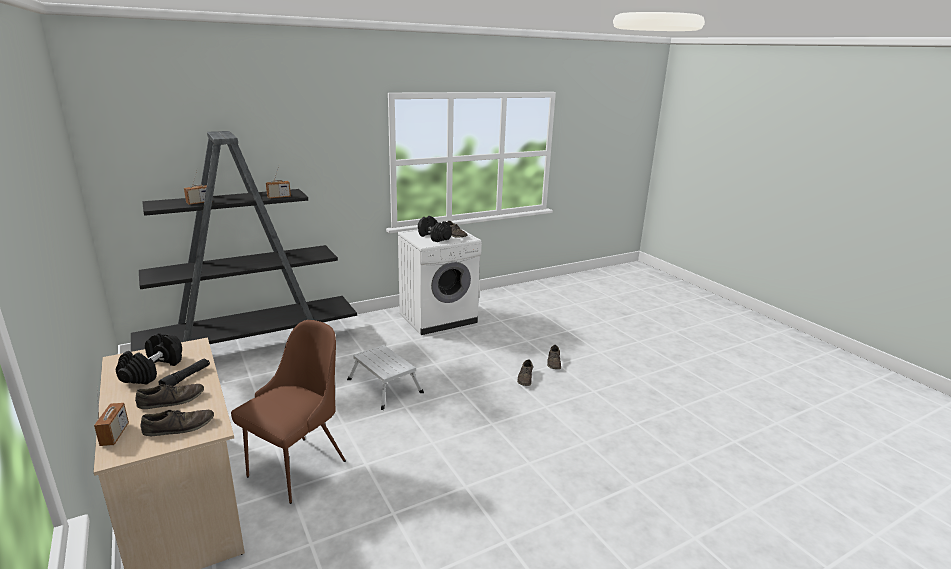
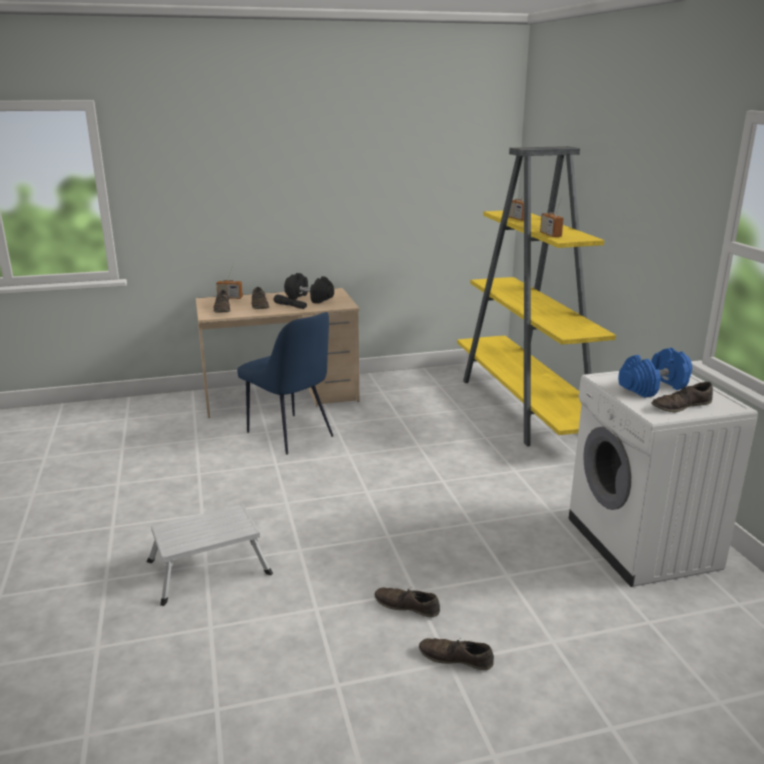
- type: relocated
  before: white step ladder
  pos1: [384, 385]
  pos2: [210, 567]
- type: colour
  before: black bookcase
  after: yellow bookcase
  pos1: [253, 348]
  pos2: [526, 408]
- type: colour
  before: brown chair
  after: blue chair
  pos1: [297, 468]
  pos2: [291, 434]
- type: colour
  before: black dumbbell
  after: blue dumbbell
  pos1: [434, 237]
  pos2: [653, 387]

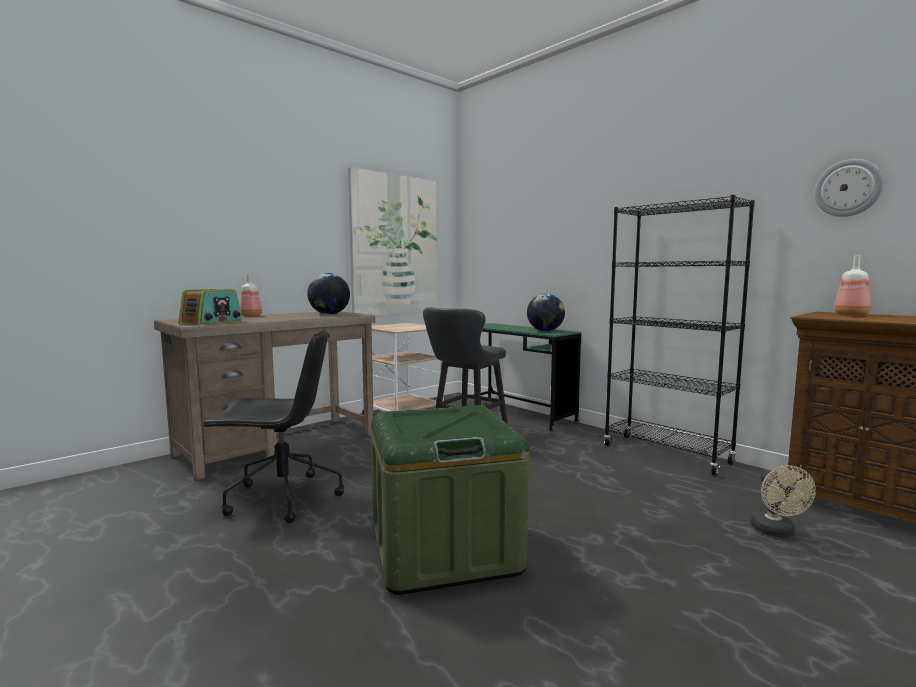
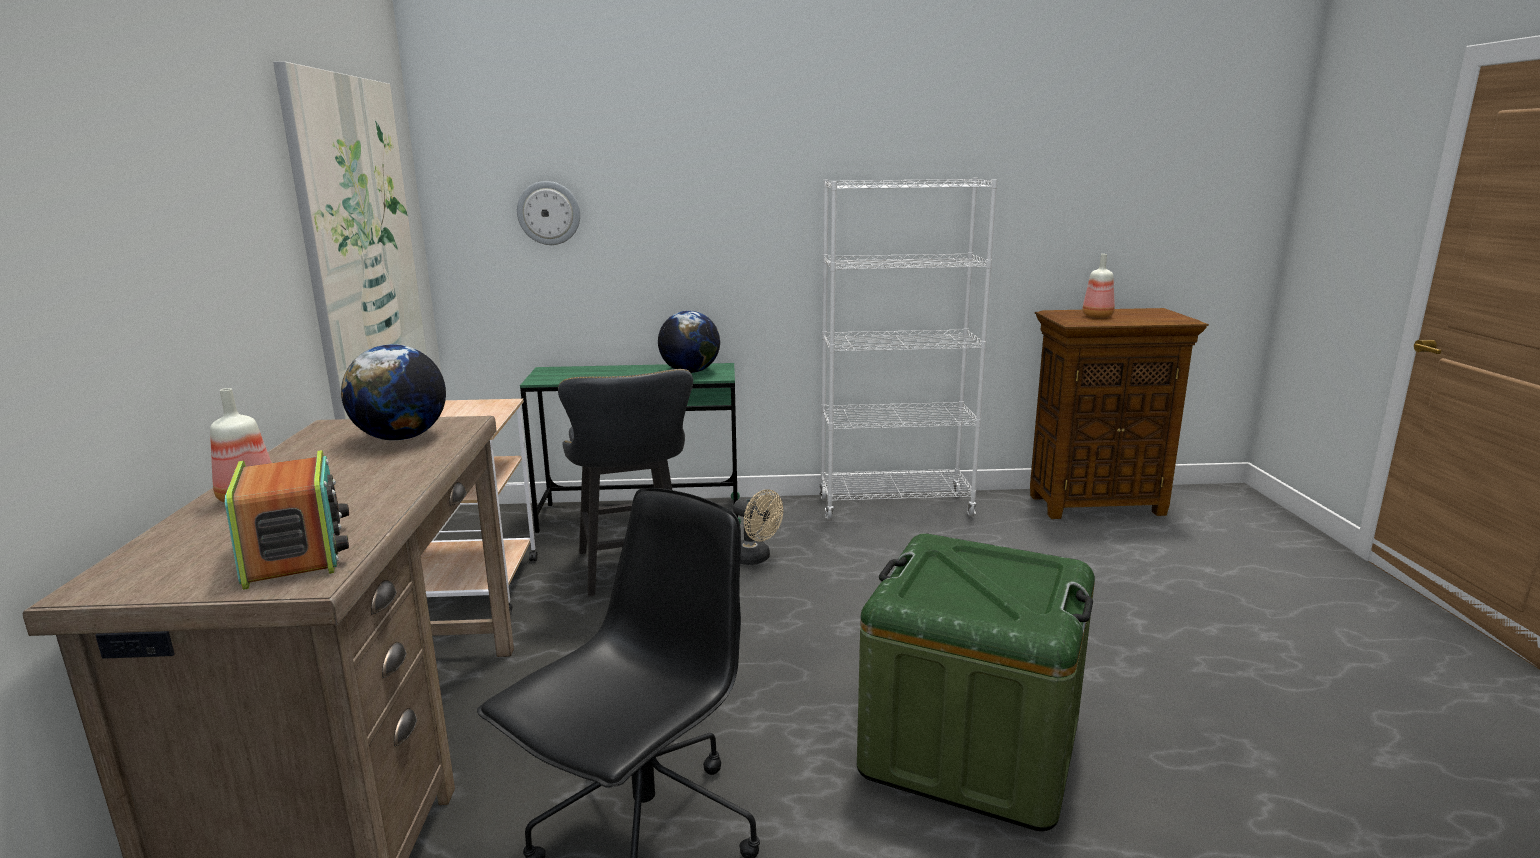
- type: relocated
  before: beige fan
  pos1: [776, 532]
  pos2: [755, 559]
- type: relocated
  before: wall clock
  pos1: [848, 188]
  pos2: [549, 213]
- type: colour
  before: black bookcase
  after: white bookcase
  pos1: [666, 454]
  pos2: [895, 507]

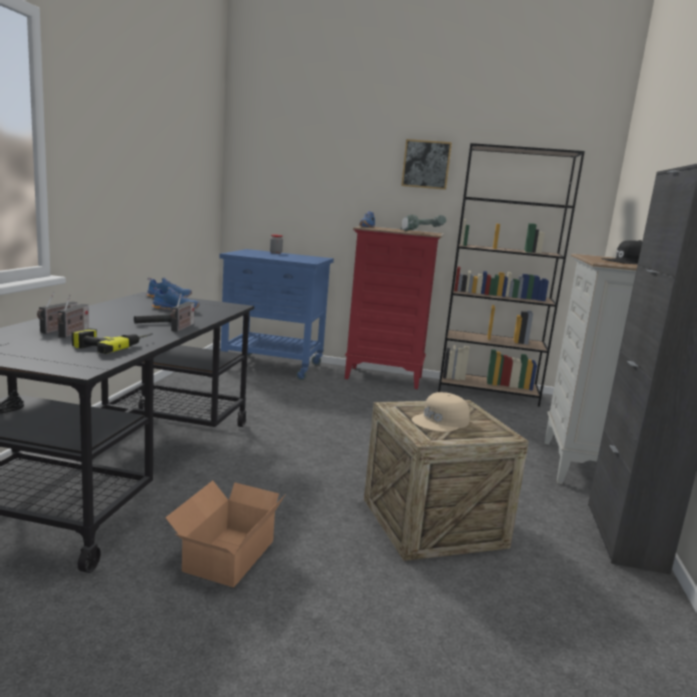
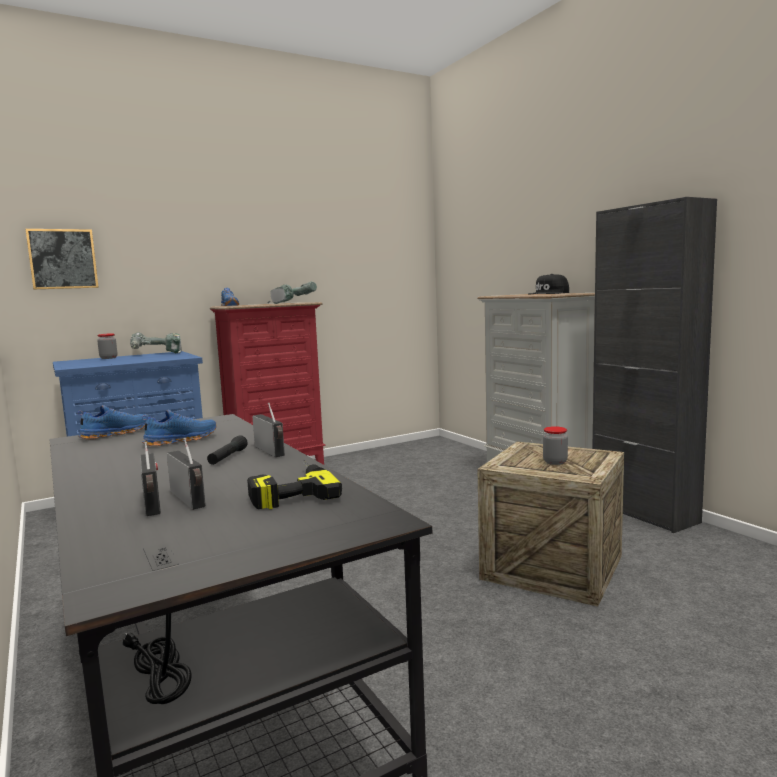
- type: missing
  before: cardboard box
  pos1: [225, 556]
- type: missing
  before: beige bookcase
  pos1: [488, 392]
- type: appeared
  after: power drill
  pos2: [156, 354]
- type: relocated
  before: picture
  pos1: [426, 164]
  pos2: [62, 259]
- type: exchanged
  before: beige cap
  after: jar
  pos1: [441, 421]
  pos2: [555, 462]

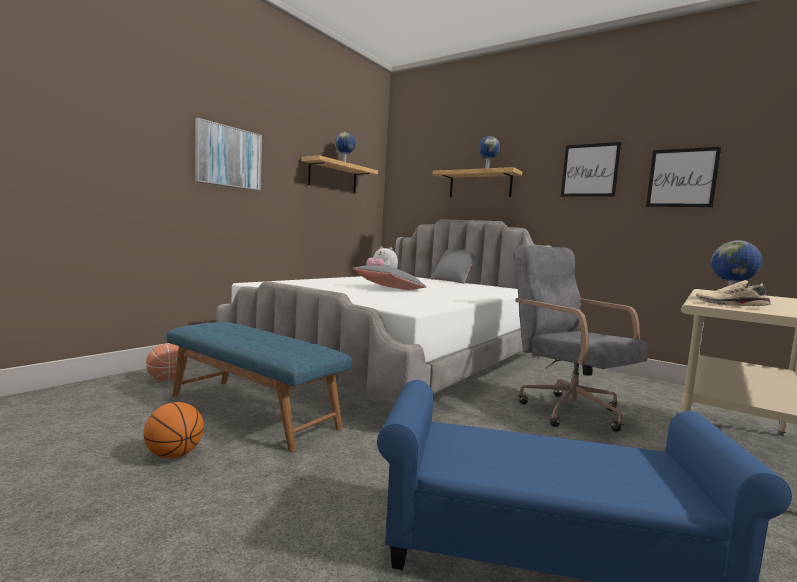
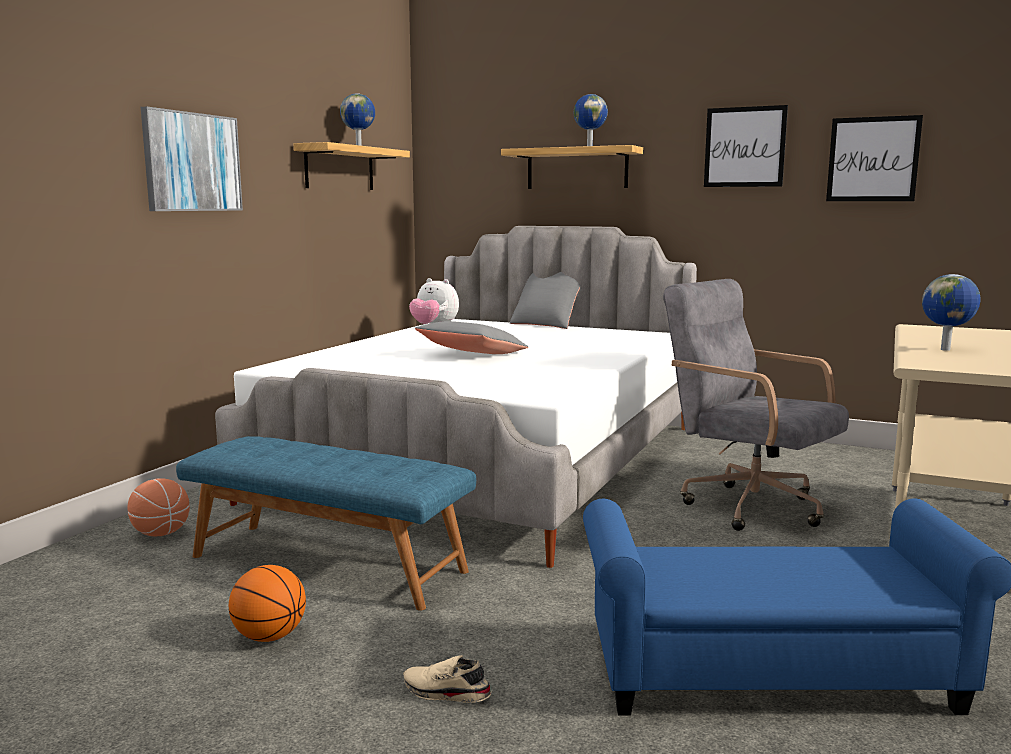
- type: relocated
  before: beige shoe
  pos1: [731, 306]
  pos2: [445, 693]

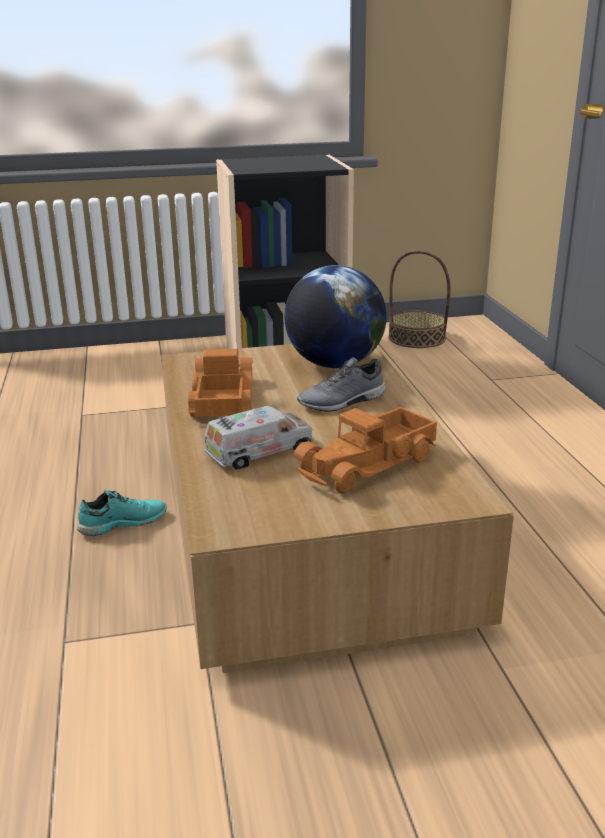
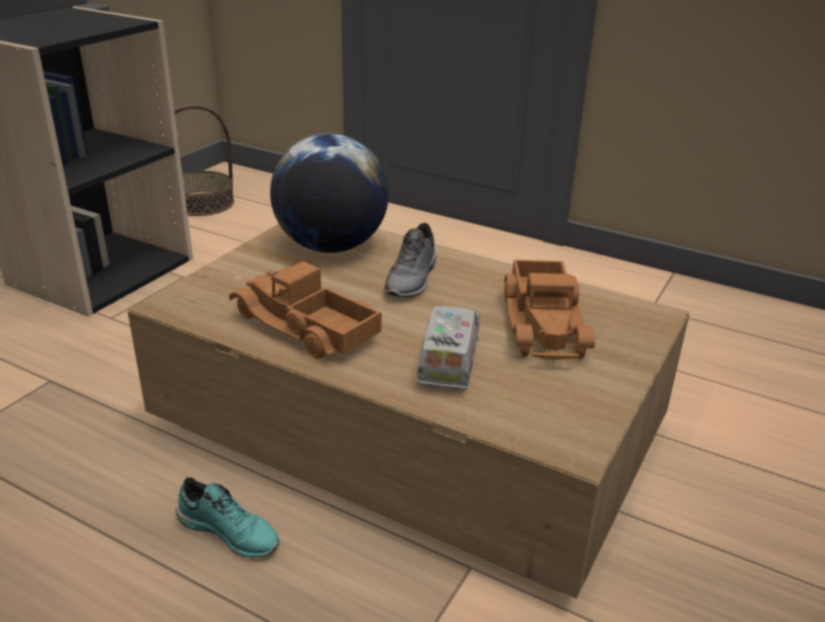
- type: spun
  before: turquoise shoe
  pos1: [122, 523]
  pos2: [230, 531]
  turn: 105

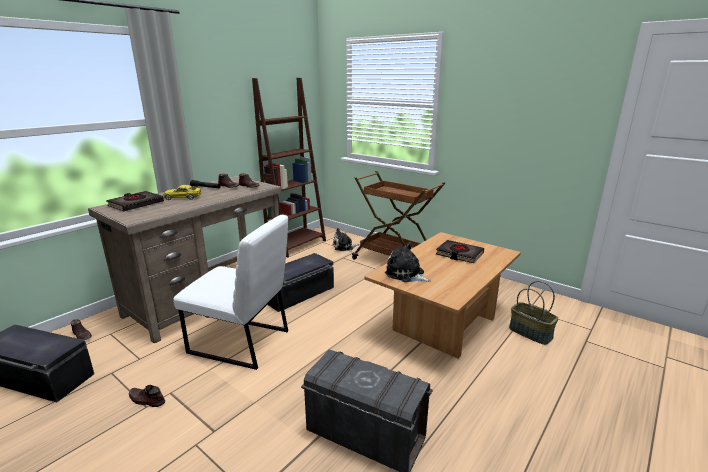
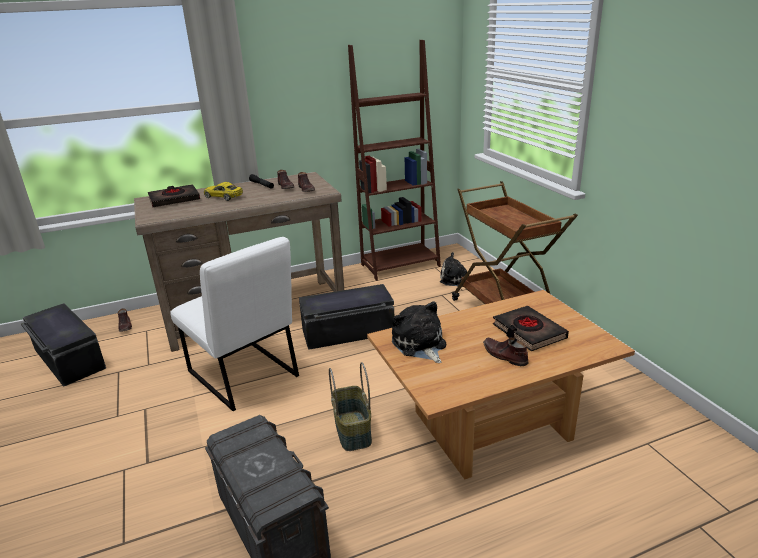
- type: relocated
  before: brown shoe
  pos1: [146, 400]
  pos2: [504, 355]
- type: relocated
  before: basket
  pos1: [531, 333]
  pos2: [353, 431]

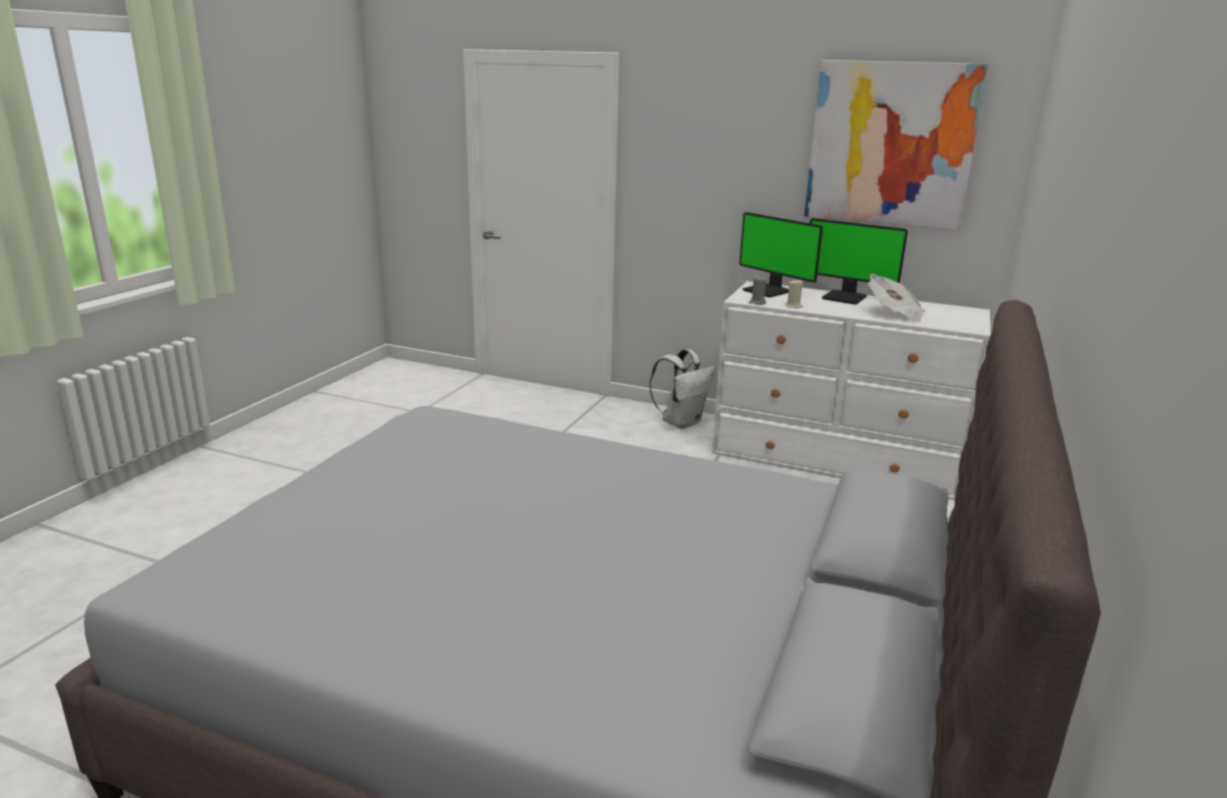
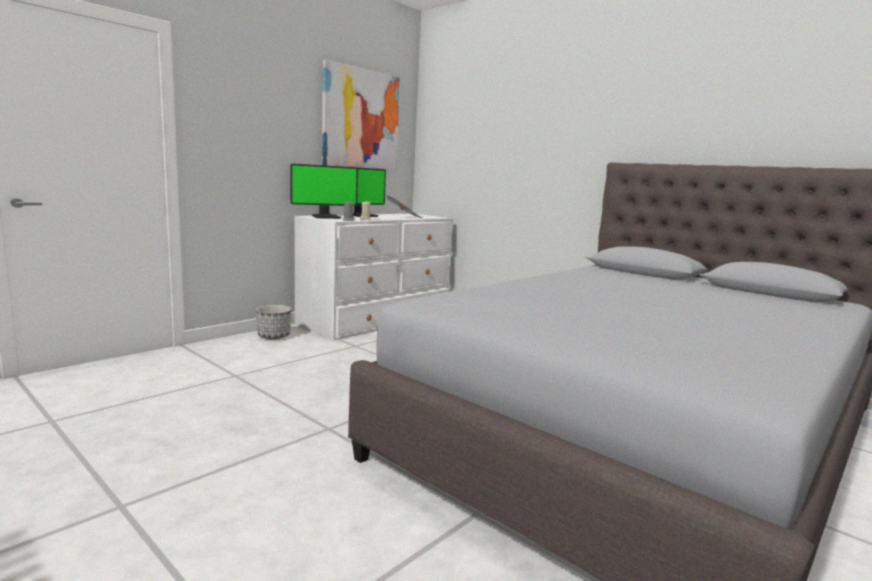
- type: exchanged
  before: white backpack
  after: planter
  pos1: [681, 422]
  pos2: [273, 336]

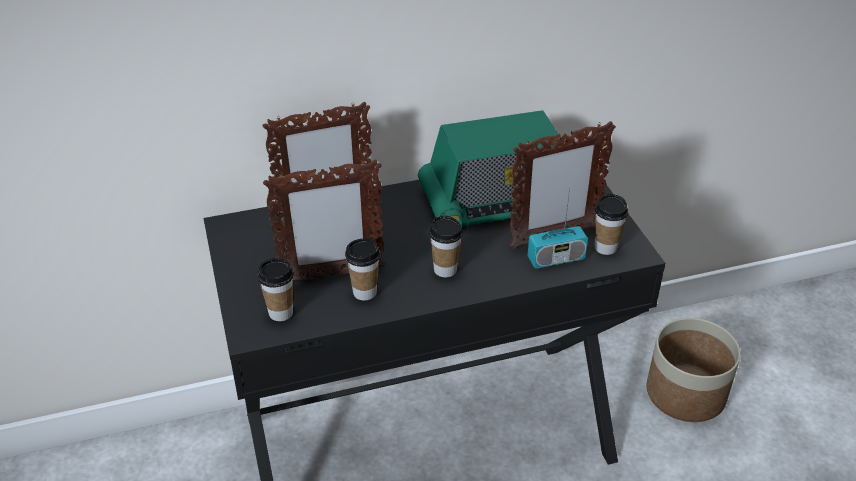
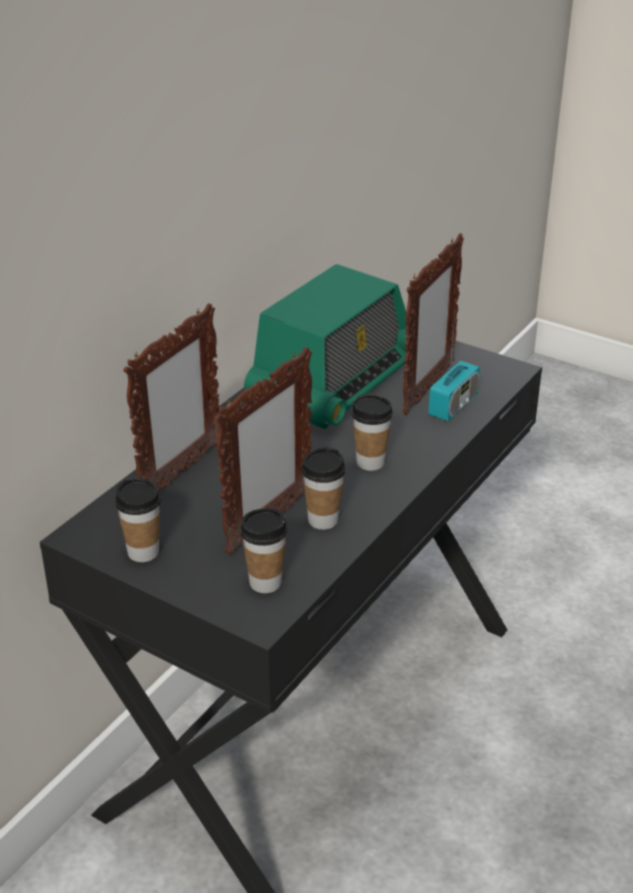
- type: missing
  before: planter
  pos1: [686, 393]
- type: relocated
  before: cup
  pos1: [605, 247]
  pos2: [143, 552]

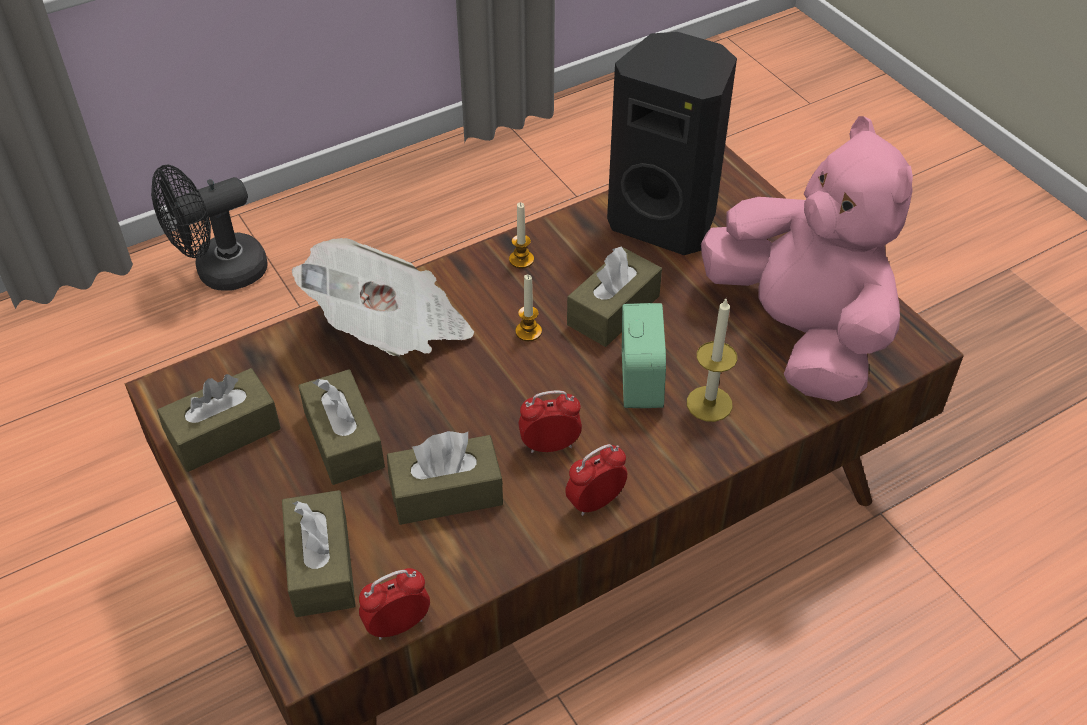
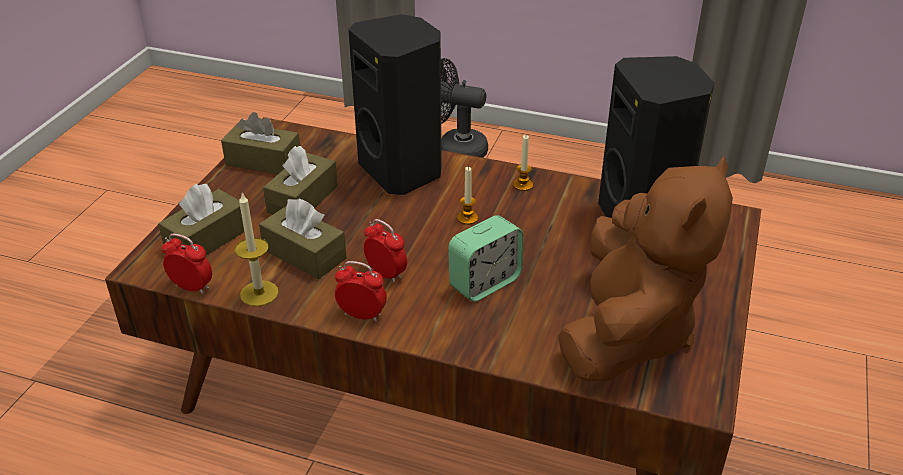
- type: missing
  before: brown tissue box
  pos1: [613, 310]
- type: relocated
  before: candle
  pos1: [709, 404]
  pos2: [259, 293]
- type: exchanged
  before: newspaper
  after: black speaker
  pos1: [391, 329]
  pos2: [403, 171]
- type: colour
  before: pink plush toy
  after: brown plush toy
  pos1: [799, 333]
  pos2: [628, 332]

